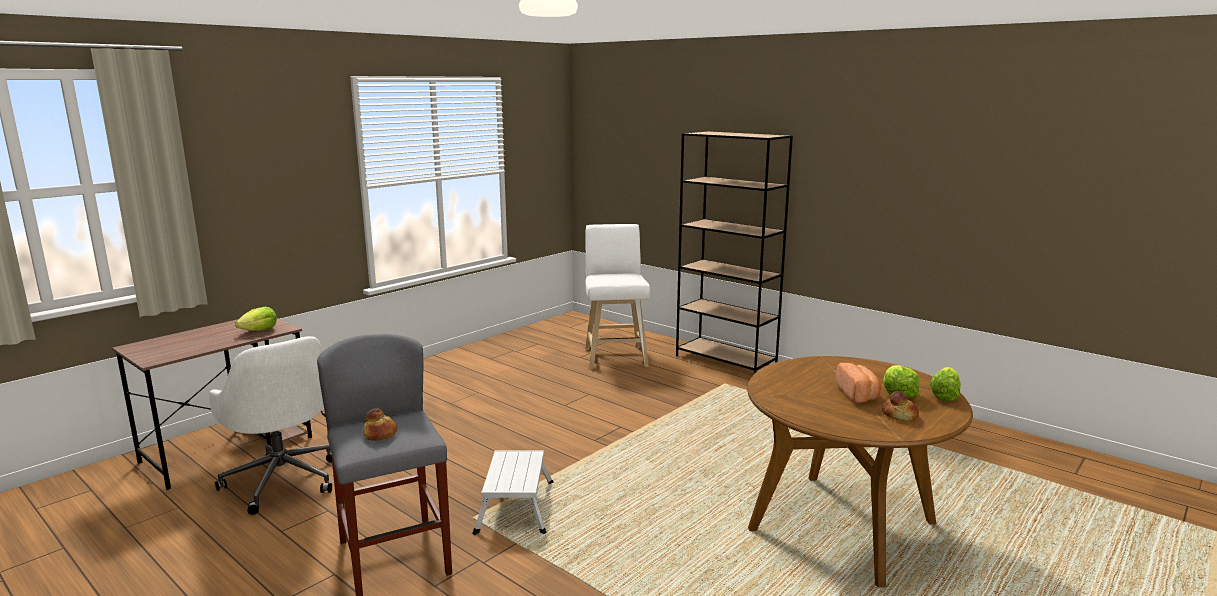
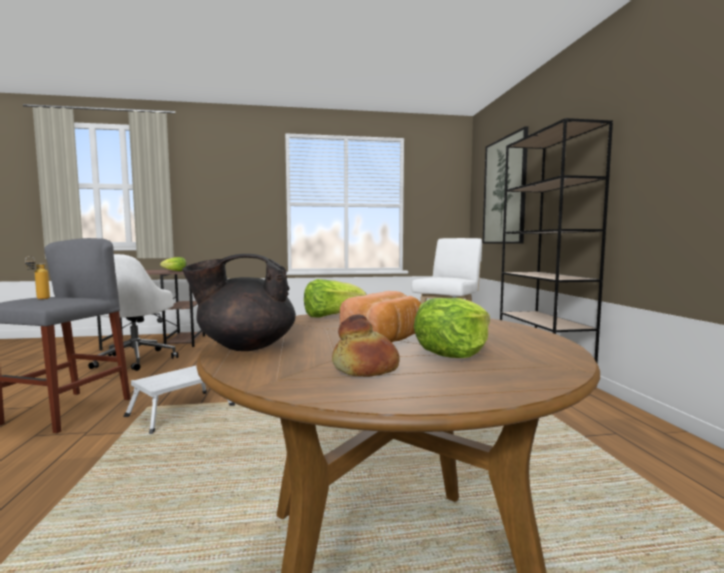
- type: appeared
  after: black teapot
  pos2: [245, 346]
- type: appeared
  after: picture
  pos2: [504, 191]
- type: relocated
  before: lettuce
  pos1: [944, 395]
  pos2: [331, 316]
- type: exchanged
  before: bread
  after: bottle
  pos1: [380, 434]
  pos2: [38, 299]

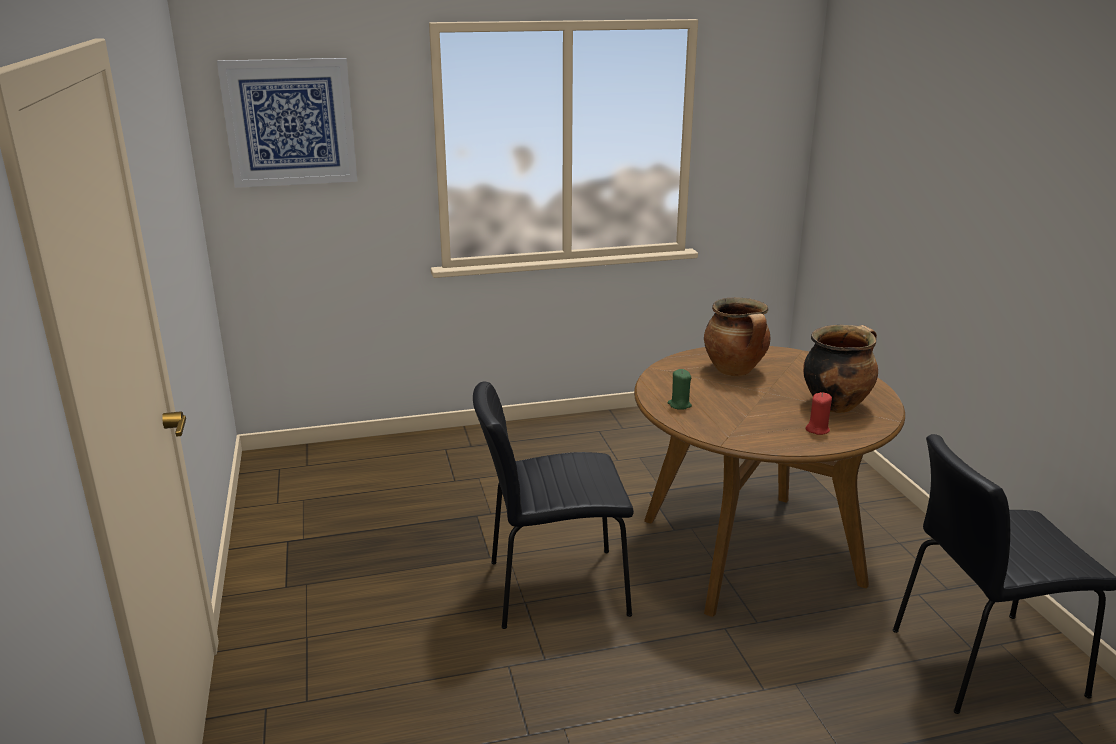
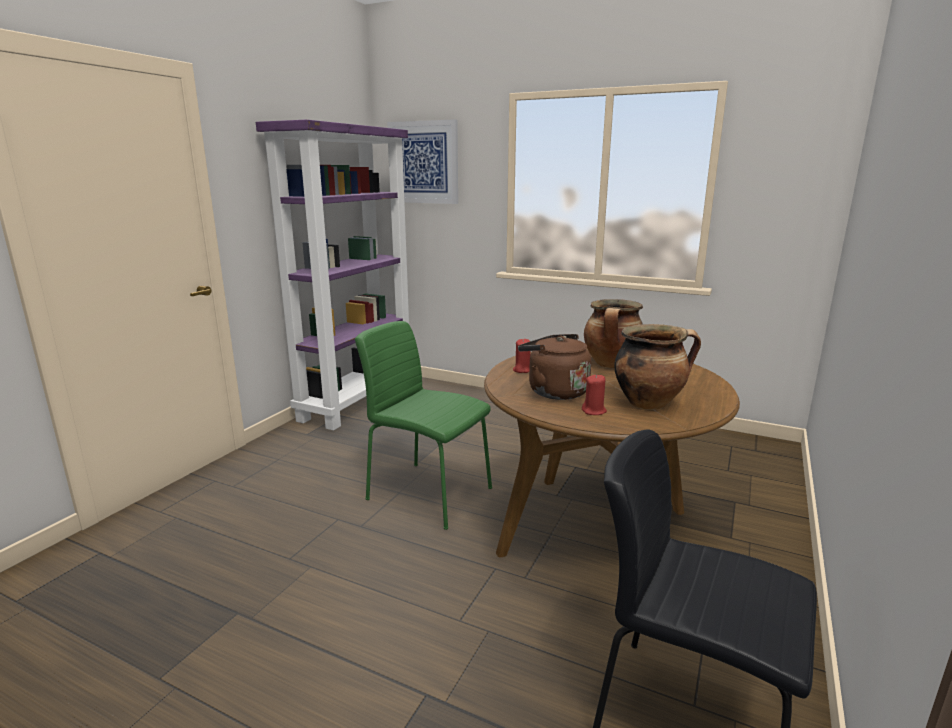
- type: appeared
  after: purple bookcase
  pos2: [358, 400]
- type: appeared
  after: brown kettle
  pos2: [554, 391]
- type: colour
  before: black chair
  after: green chair
  pos1: [552, 588]
  pos2: [425, 492]
- type: colour
  before: green candle
  after: red candle
  pos1: [679, 405]
  pos2: [522, 370]

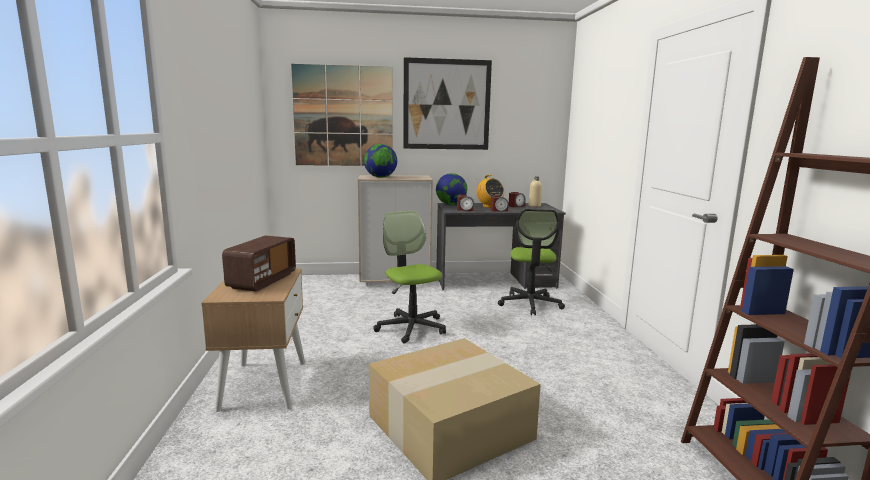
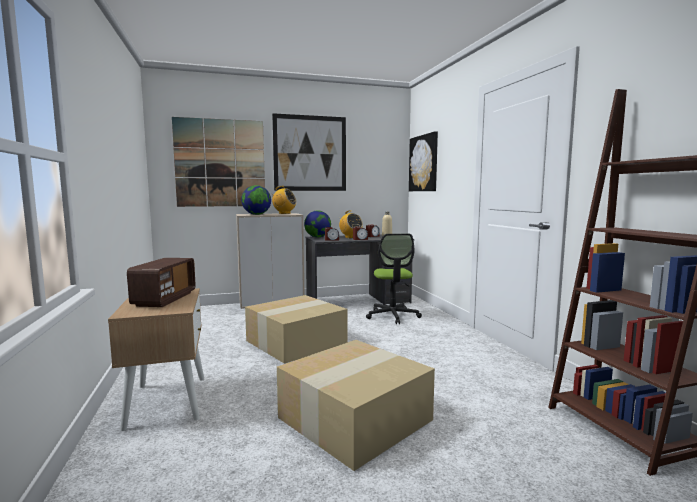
- type: appeared
  after: radio
  pos2: [284, 213]
- type: appeared
  after: picture
  pos2: [424, 163]
- type: exchanged
  before: office chair
  after: cardboard box
  pos1: [411, 328]
  pos2: [296, 341]

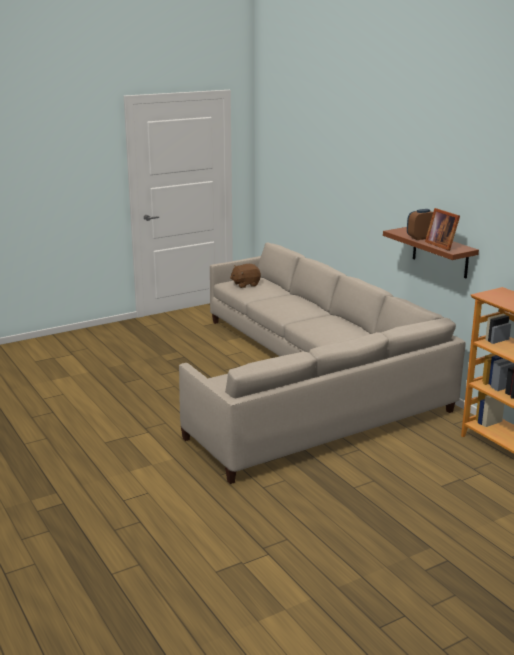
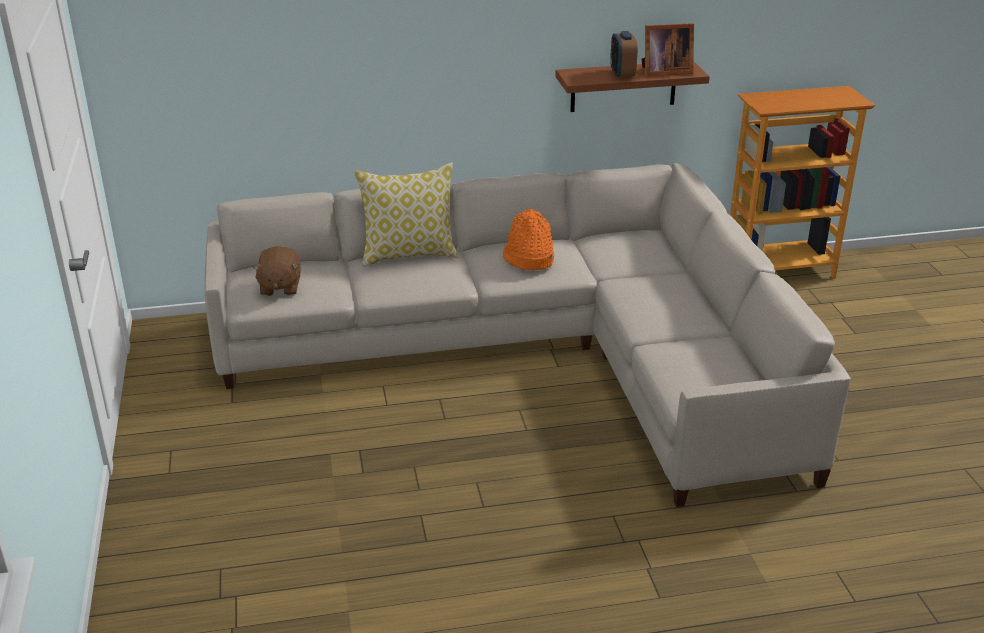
- type: appeared
  after: pillow
  pos2: [409, 254]
- type: appeared
  after: orange hat
  pos2: [528, 258]

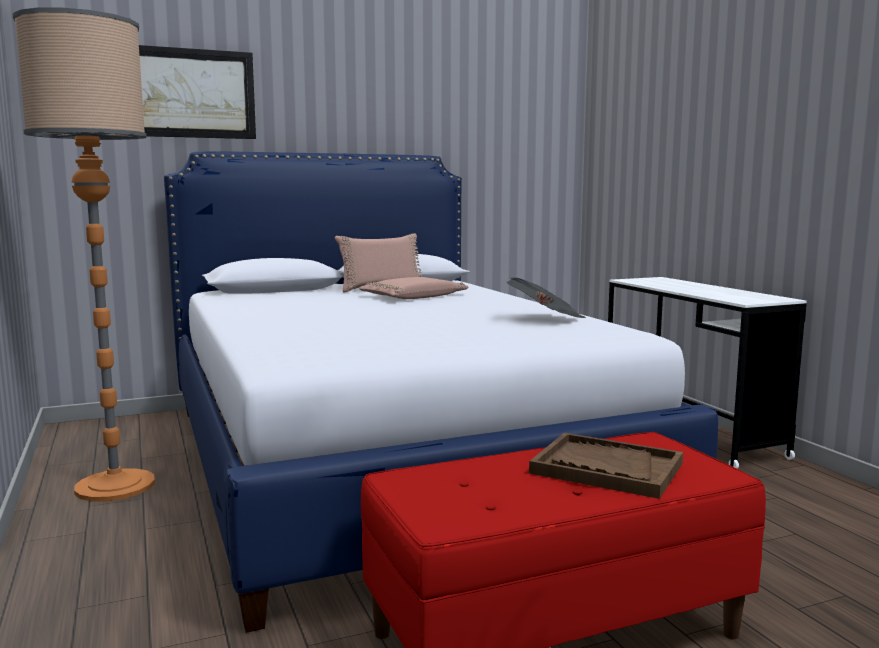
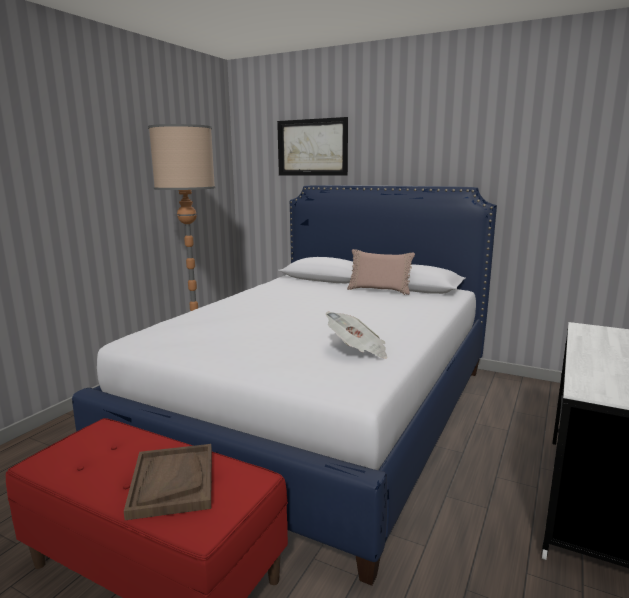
- type: missing
  before: beige pillow
  pos1: [414, 296]

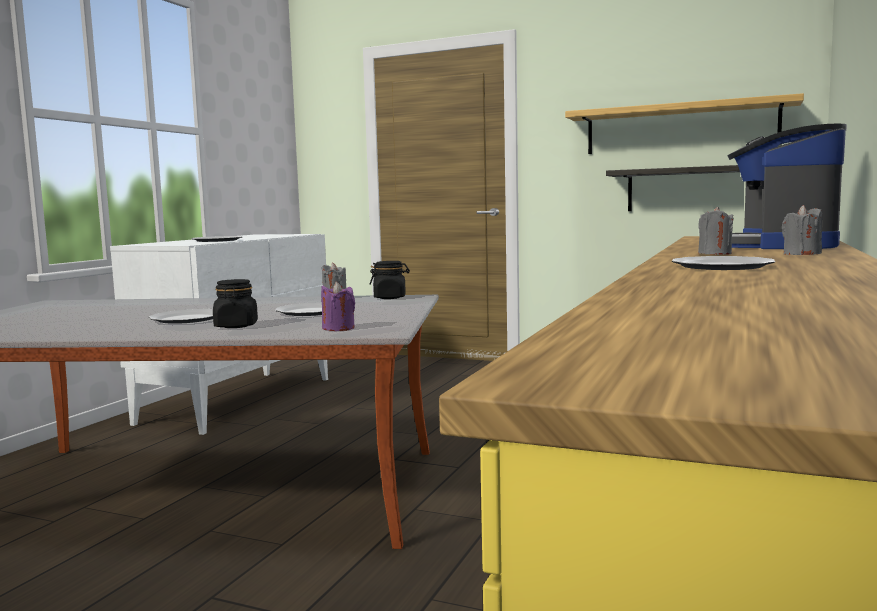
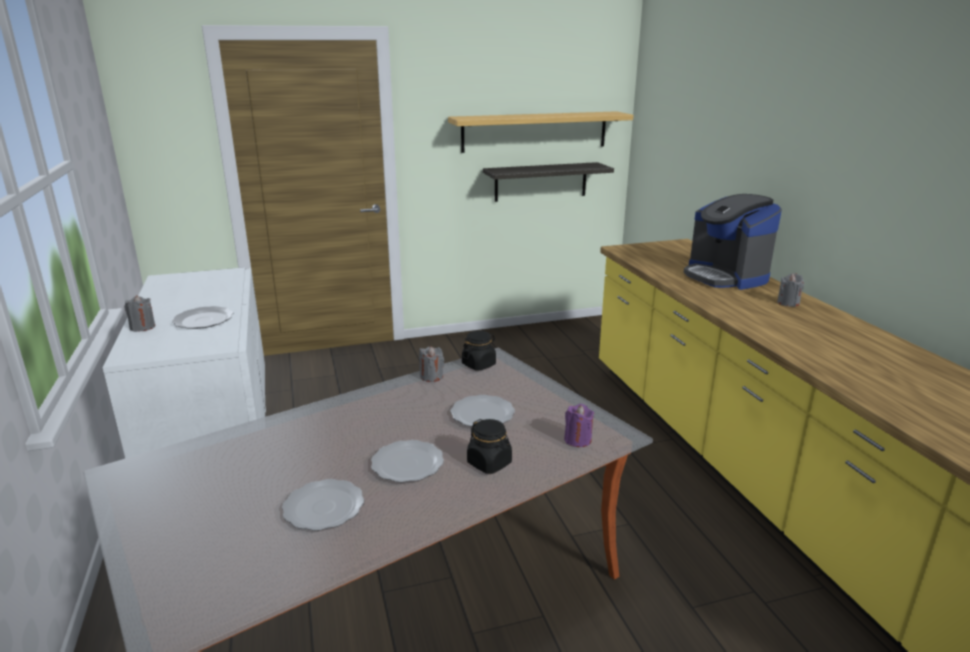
- type: relocated
  before: plate
  pos1: [722, 267]
  pos2: [324, 508]
- type: relocated
  before: grey candle
  pos1: [714, 254]
  pos2: [142, 327]

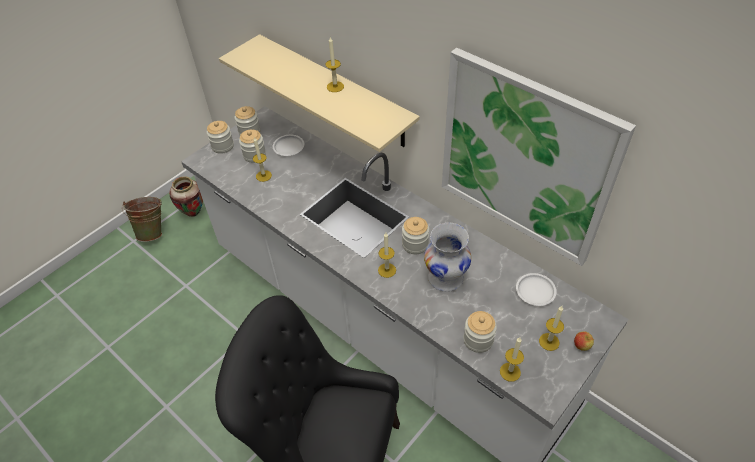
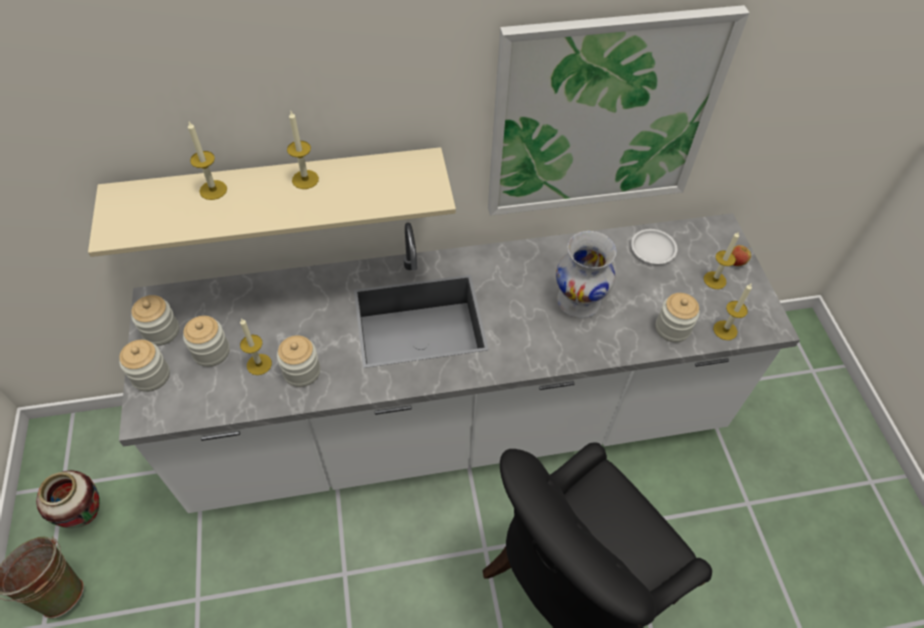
- type: missing
  before: white plate
  pos1: [288, 147]
- type: relocated
  before: candle
  pos1: [387, 270]
  pos2: [213, 190]
- type: relocated
  before: jar
  pos1: [415, 244]
  pos2: [302, 371]

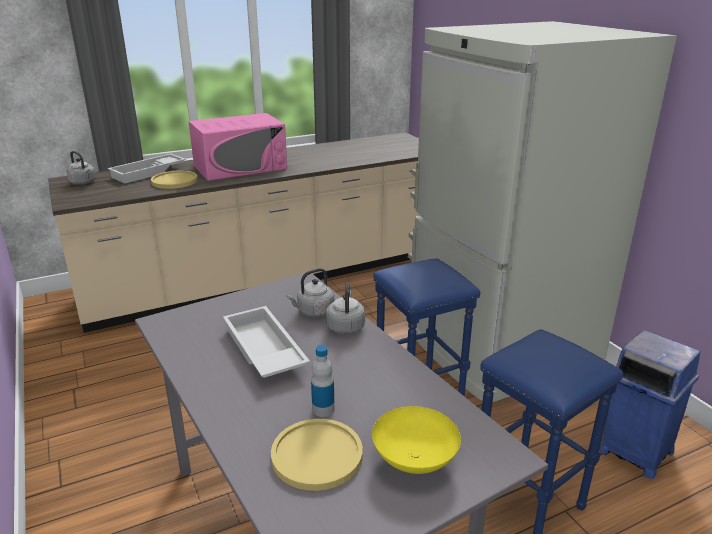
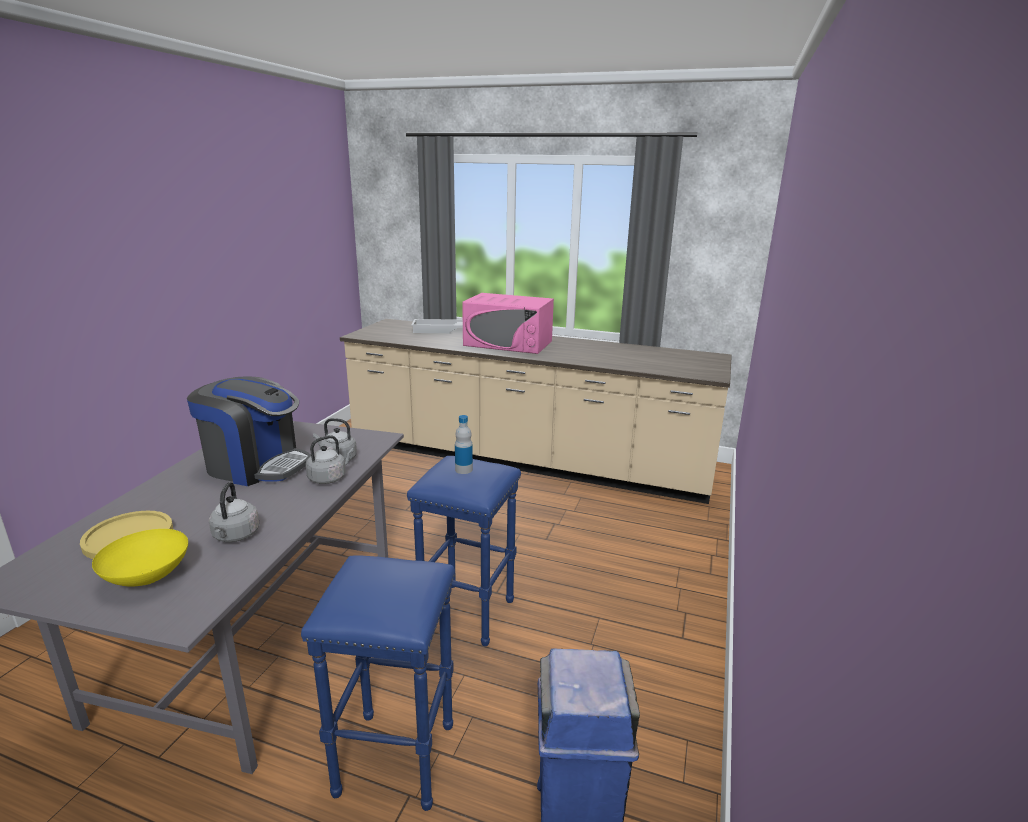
- type: missing
  before: yellow plate
  pos1: [174, 181]
- type: missing
  before: white fridge
  pos1: [500, 347]
- type: relocated
  before: grey kettle
  pos1: [83, 183]
  pos2: [235, 536]
- type: relocated
  before: bottle
  pos1: [323, 409]
  pos2: [463, 470]
- type: exchanged
  before: white tray
  after: coffee machine
  pos1: [262, 350]
  pos2: [256, 465]

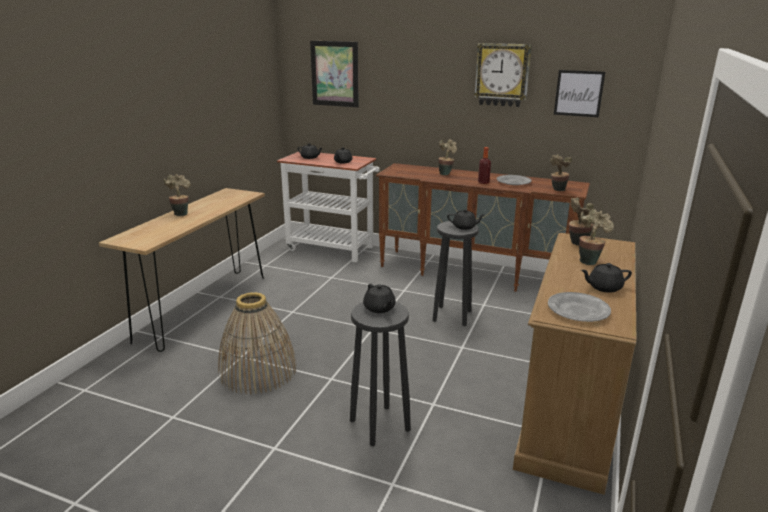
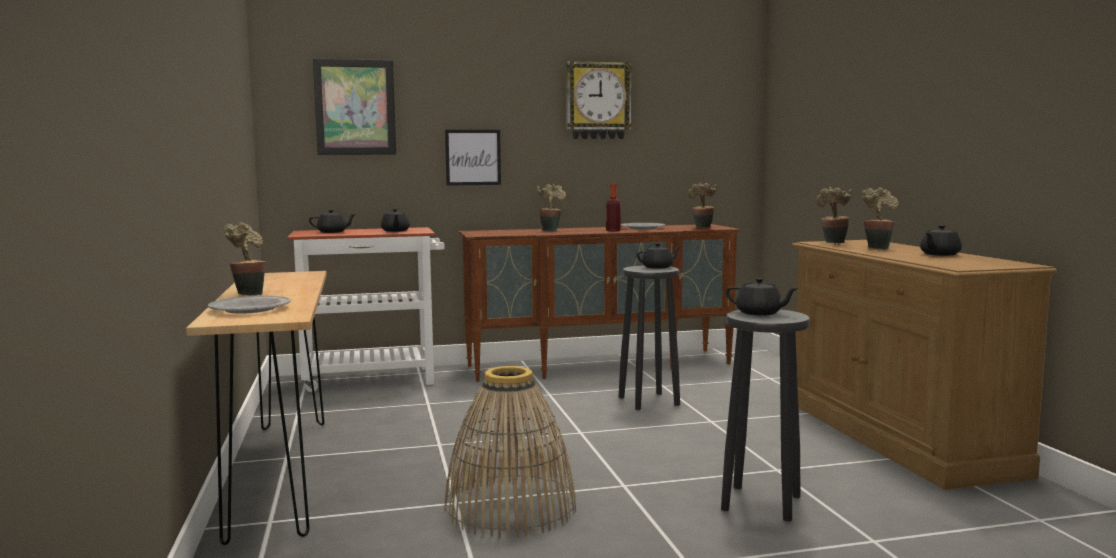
- type: relocated
  before: grey plate
  pos1: [578, 310]
  pos2: [250, 309]
- type: relocated
  before: picture
  pos1: [578, 93]
  pos2: [473, 157]

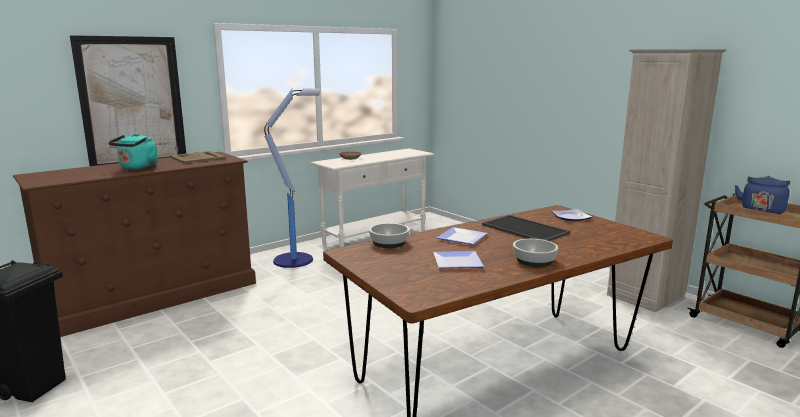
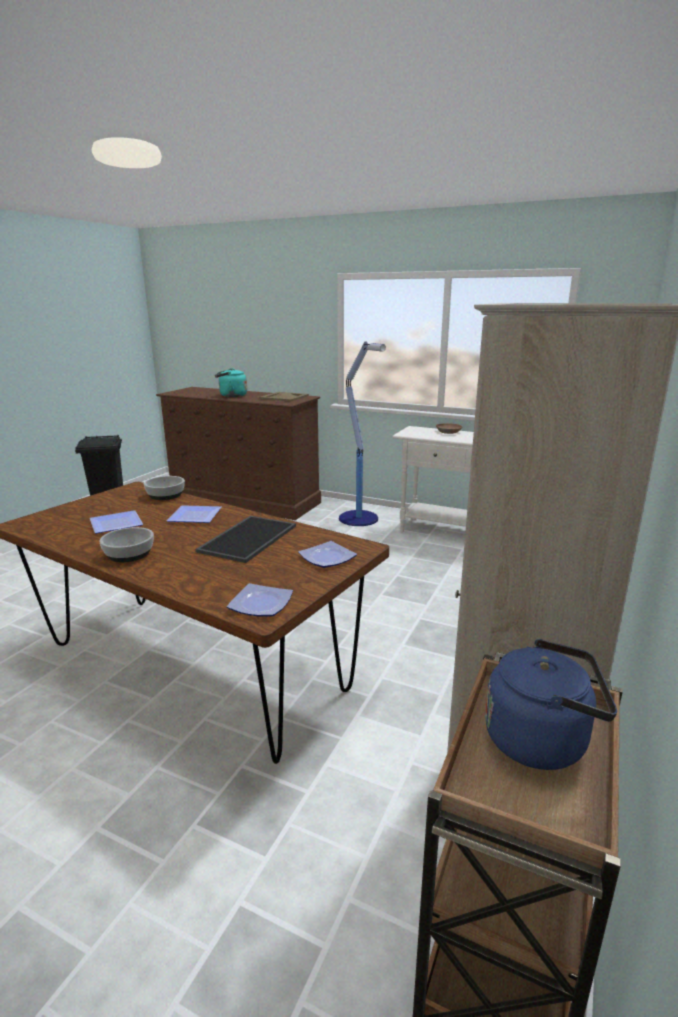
- type: missing
  before: picture
  pos1: [132, 103]
- type: appeared
  after: plate
  pos2: [261, 605]

